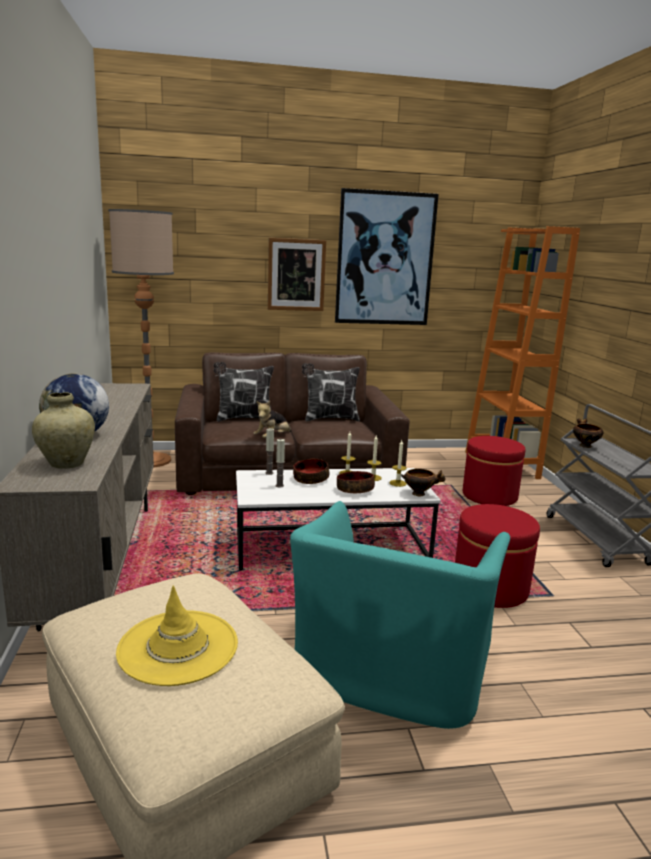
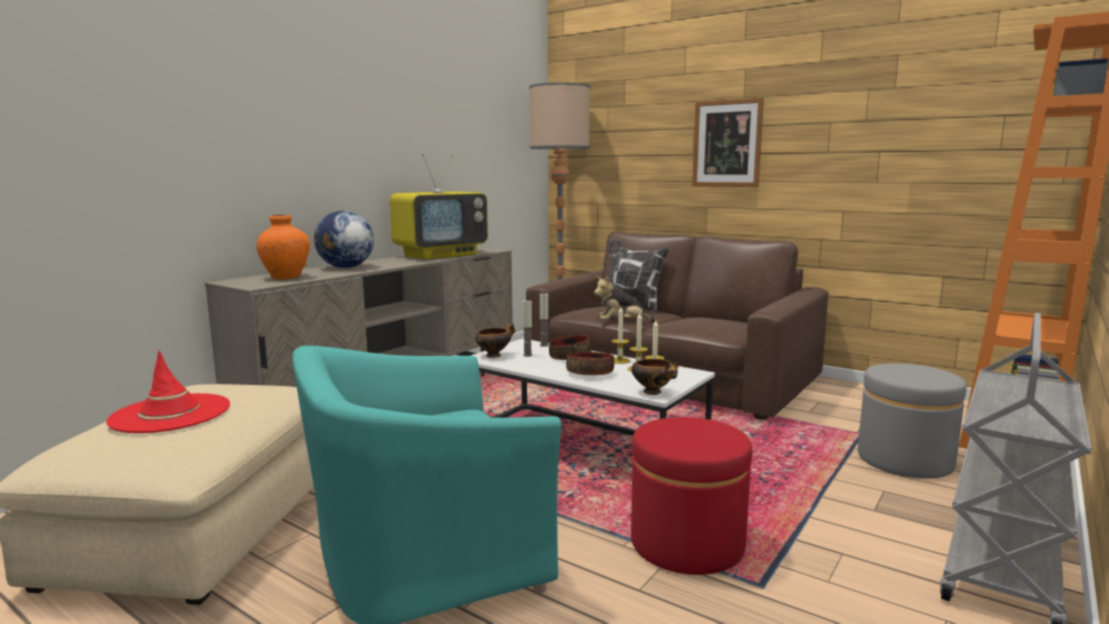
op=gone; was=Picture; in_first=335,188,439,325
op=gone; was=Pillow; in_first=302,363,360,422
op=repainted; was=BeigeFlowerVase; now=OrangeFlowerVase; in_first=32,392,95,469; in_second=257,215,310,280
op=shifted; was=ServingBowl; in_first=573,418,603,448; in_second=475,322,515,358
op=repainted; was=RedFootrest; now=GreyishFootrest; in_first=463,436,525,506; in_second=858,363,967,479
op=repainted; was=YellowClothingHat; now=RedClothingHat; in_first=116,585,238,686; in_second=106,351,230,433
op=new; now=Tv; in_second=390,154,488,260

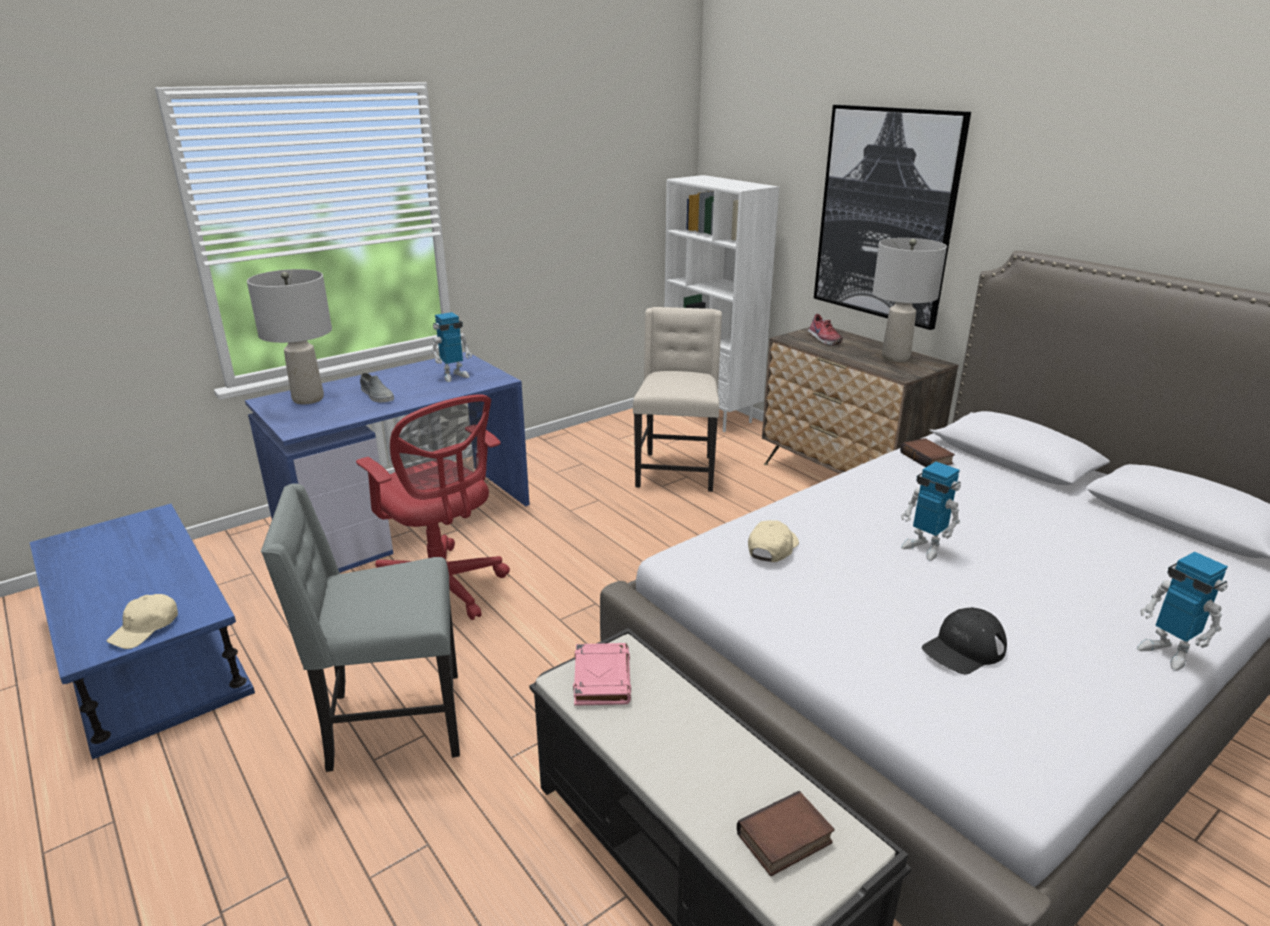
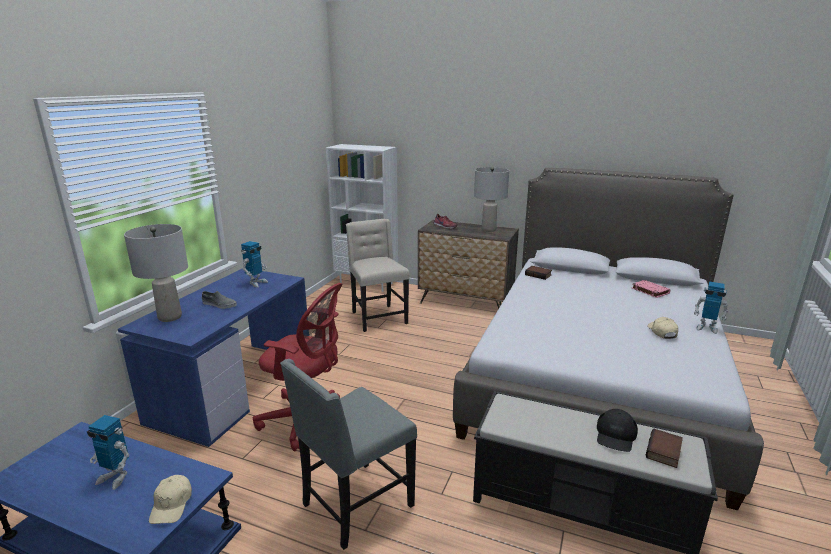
op=gone; was=Picture; in_first=814,105,971,330
op=shifted; was=ToyRobot; in_first=901,462,961,561; in_second=87,415,129,490
op=shifted; was=BeigePeakedCap; in_first=748,520,799,562; in_second=647,317,678,339
op=shifted; was=BlackColouredPeakedCap; in_first=922,607,1007,674; in_second=597,409,638,452
op=shifted; was=PinkColouredBoundBook; in_first=573,643,631,706; in_second=632,280,670,298

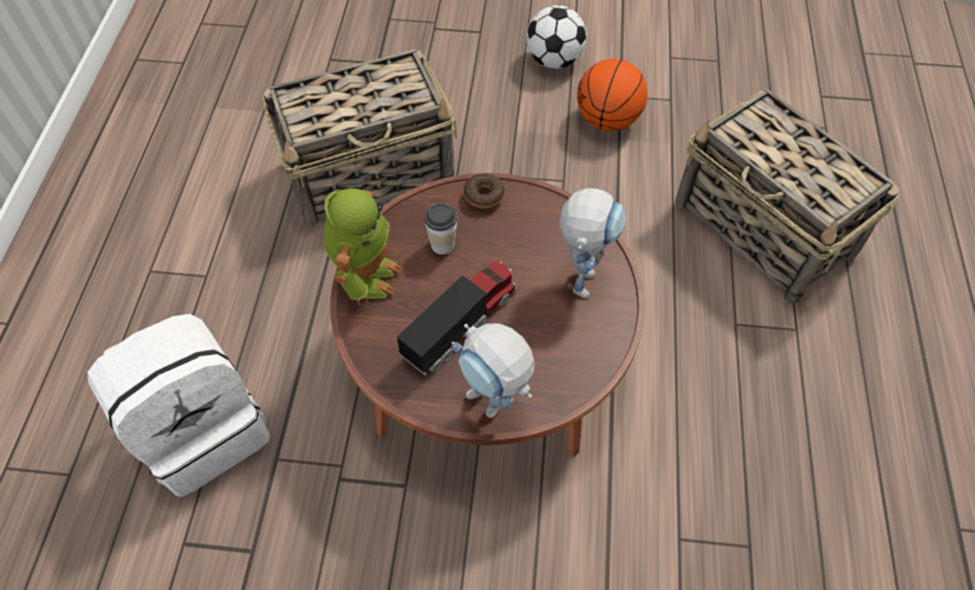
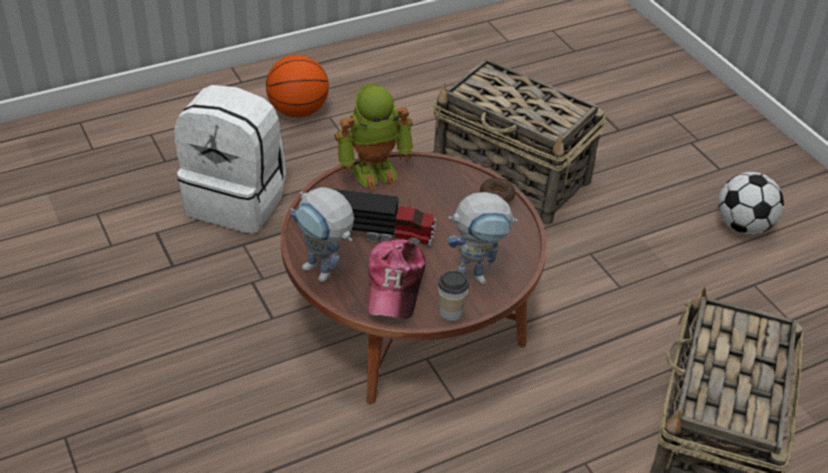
op=shifted; was=BallForBasketball; in_first=577,59,648,131; in_second=266,55,329,117
op=shifted; was=Cup; in_first=424,203,457,255; in_second=438,271,469,321
op=rotated; was=ToyRobot; in_first=451,323,535,418; in_second=290,187,354,282; clockwise=-60
op=new; now=PeakedCap; in_second=368,239,425,319

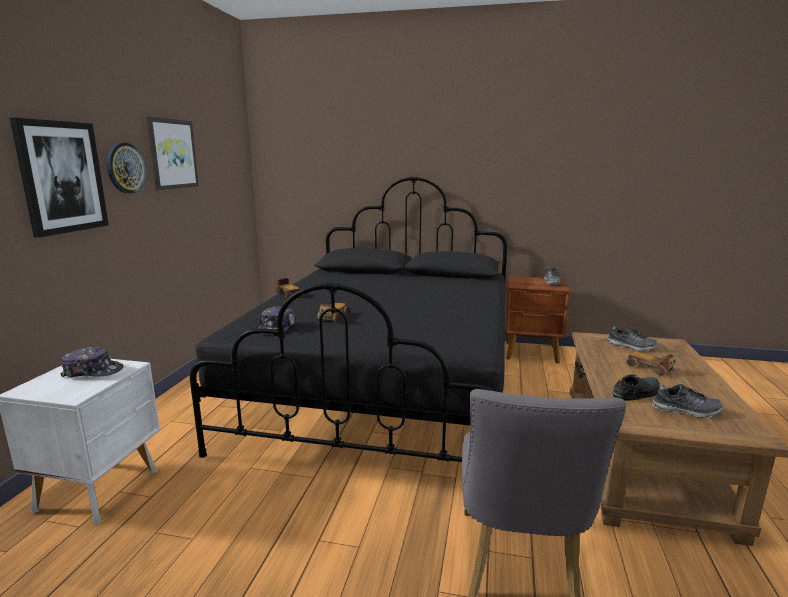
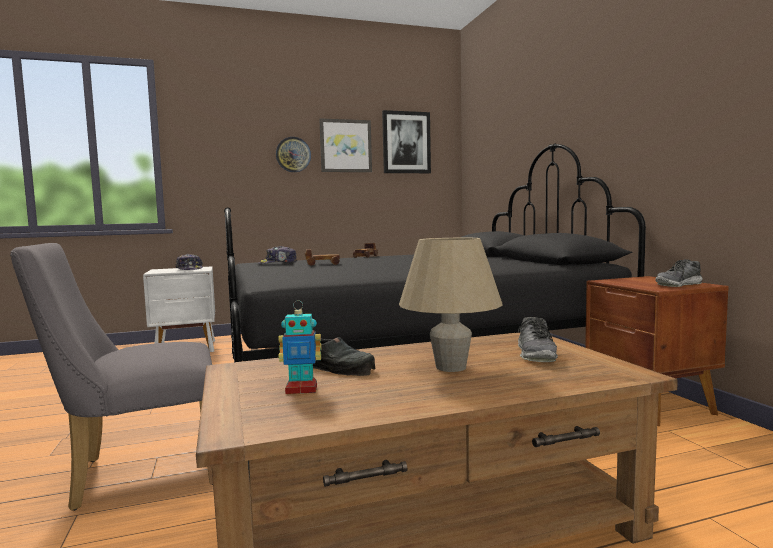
op=shifted; was=Picture; in_first=10,118,109,238; in_second=382,110,431,173
op=swapped; was=ModelCar; now=BeigeTableLamp; in_first=627,351,675,376; in_second=399,238,502,372
op=swapped; was=Shoe; now=ToyRobot; in_first=652,384,723,418; in_second=278,300,322,394

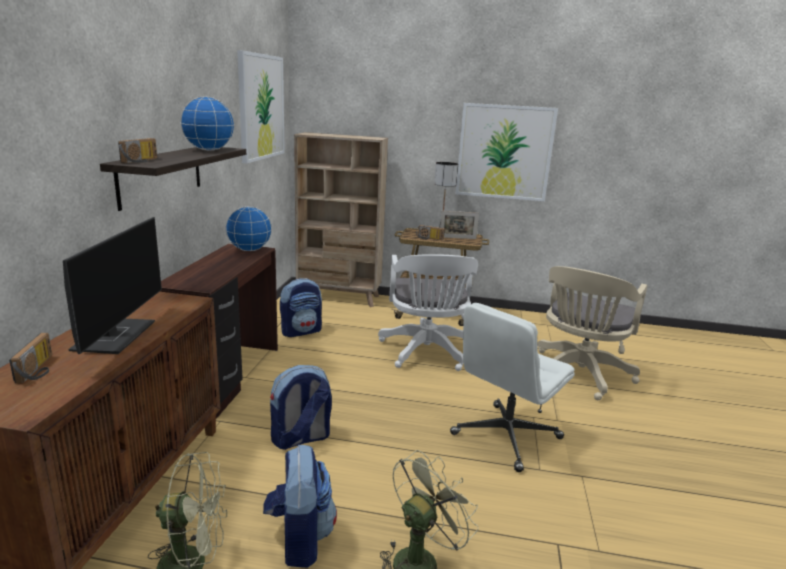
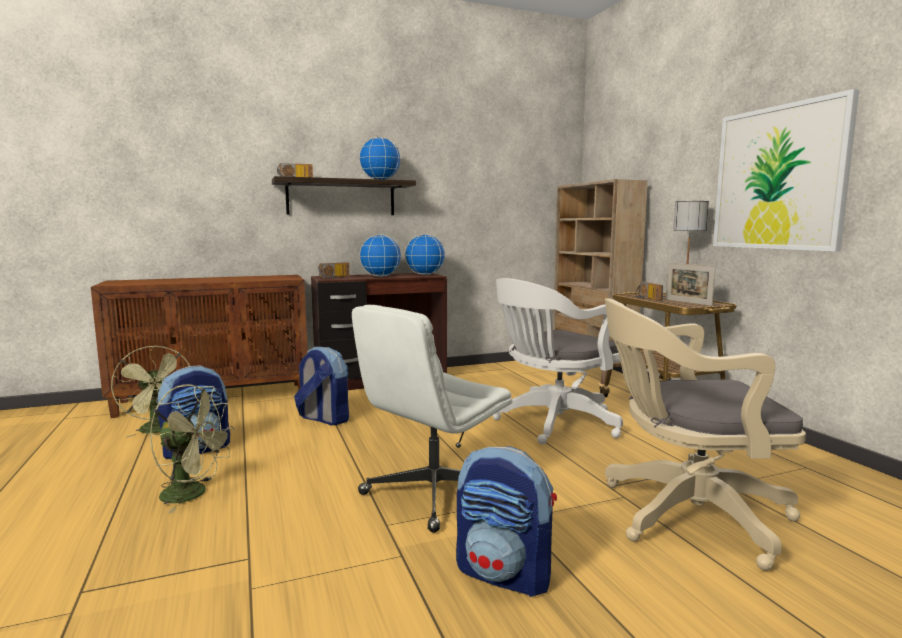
op=gone; was=Picture; in_first=237,50,285,163
op=gone; was=Monitor; in_first=63,217,162,354
op=shifted; was=Knapsack; in_first=280,278,322,337; in_second=456,446,557,597
op=rotated; was=WhiteComputerChair; in_first=450,303,575,472; in_second=352,305,513,533; clockwise=-60
op=shifted; was=RadioSet; in_first=9,333,52,383; in_second=318,262,349,278
op=new; now=WorldGlobe; in_second=360,235,402,277

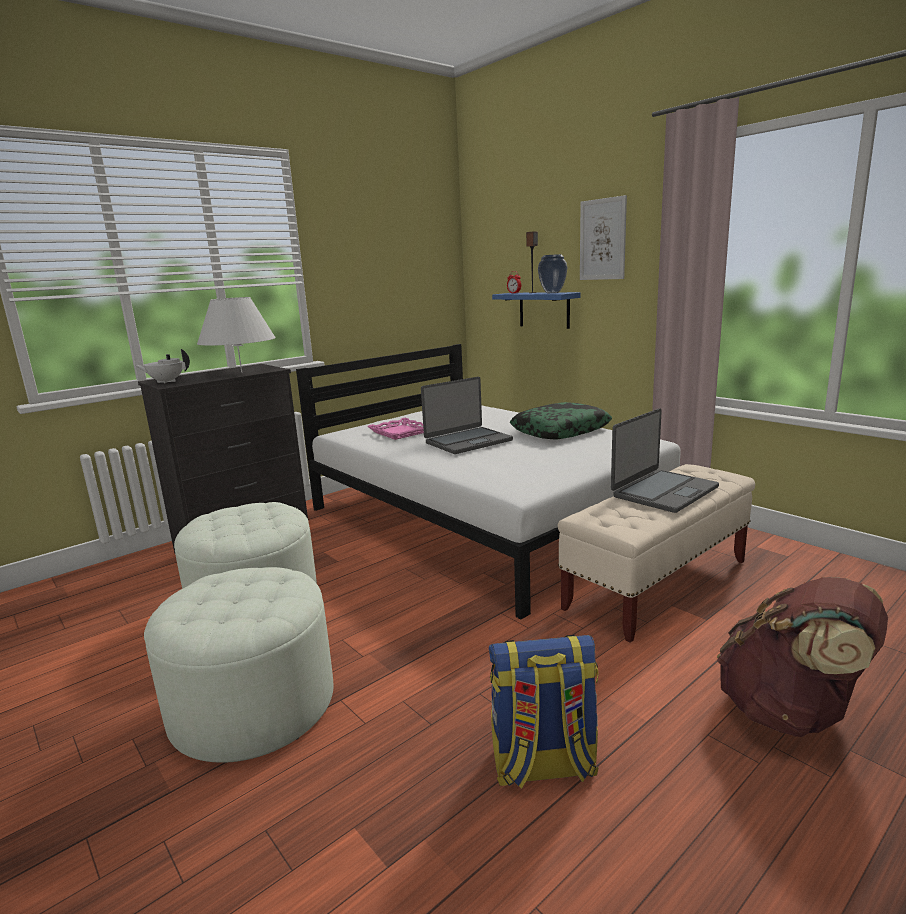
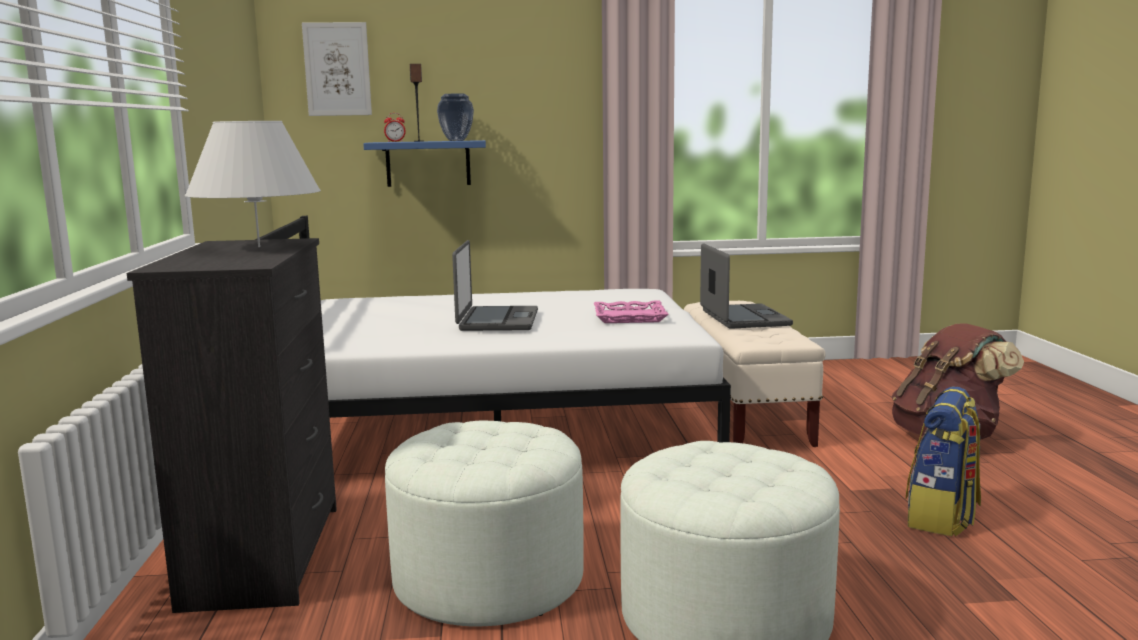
op=shifted; was=Picture; in_first=580,195,627,280; in_second=302,22,372,116
op=gone; was=WhitePotForTea; in_first=135,349,190,384
op=gone; was=Pillow; in_first=510,402,612,439
op=shifted; was=PinkColouredCarryingTray; in_first=367,418,424,440; in_second=594,301,669,323

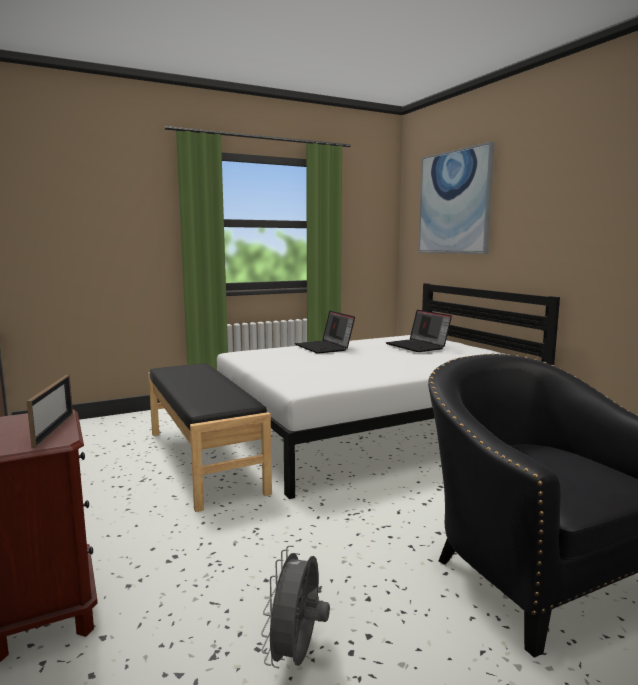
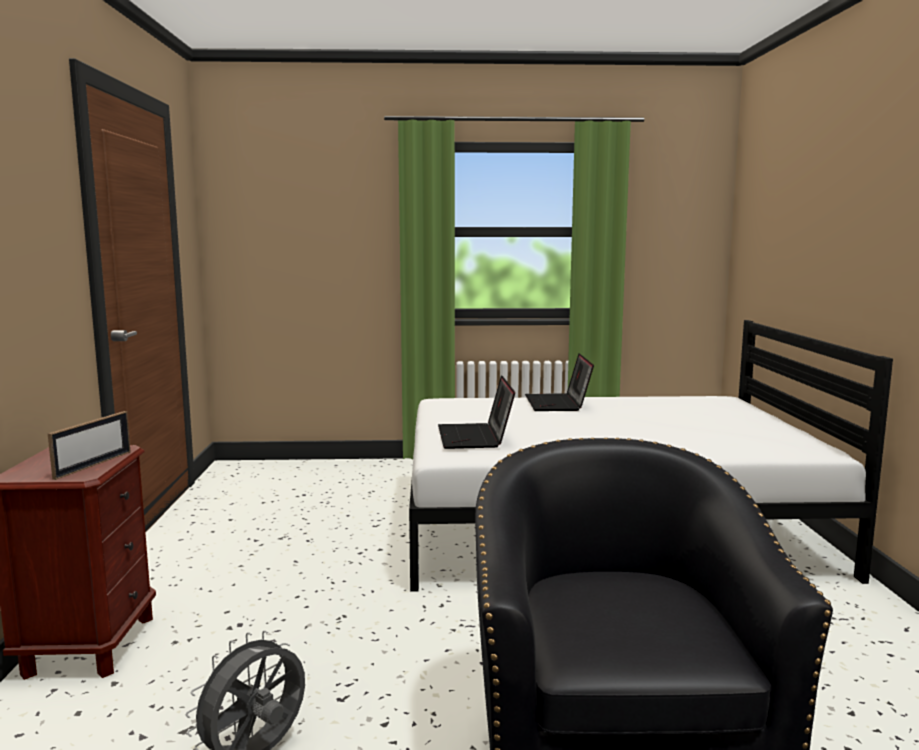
op=gone; was=Picture; in_first=418,142,495,254
op=shifted; was=PortableComputer; in_first=386,310,452,352; in_second=438,375,515,449
op=gone; was=BlackColouredLongSeat; in_first=148,363,272,512

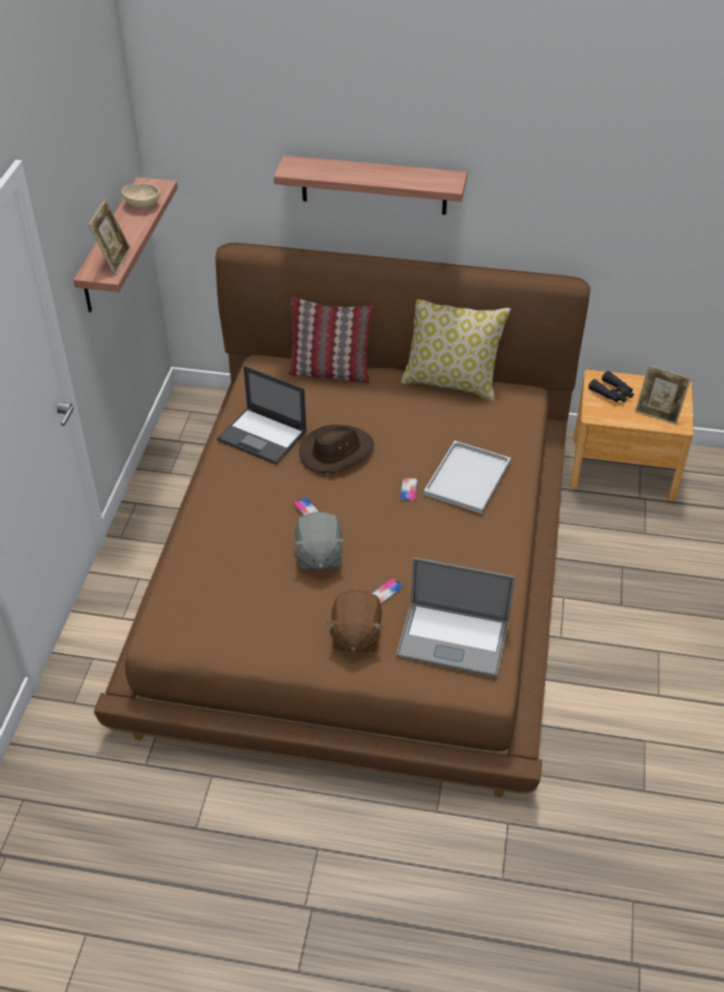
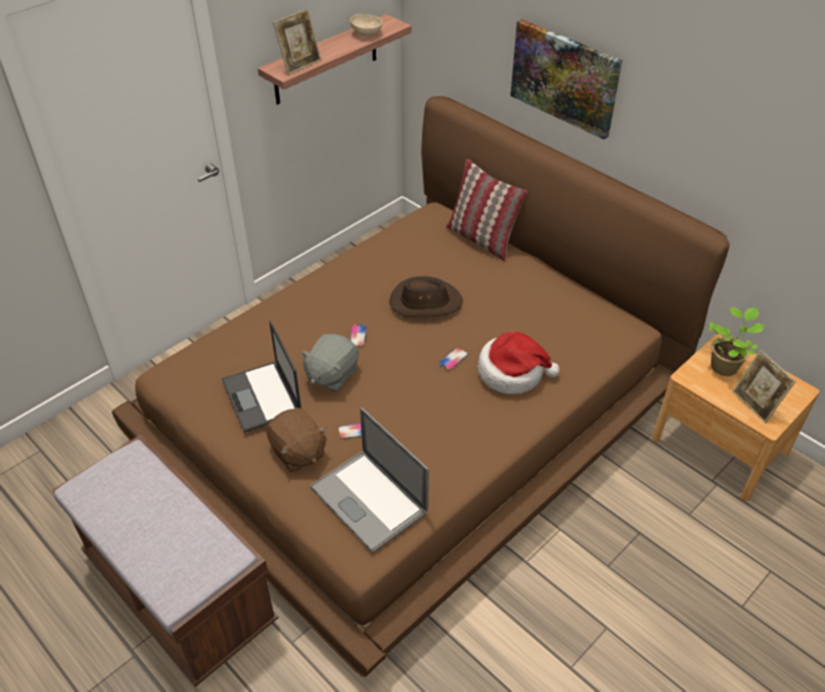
op=swapped; was=Shelf; now=Picture; in_first=274,155,467,215; in_second=510,19,622,139
op=gone; was=Pillow; in_first=401,299,511,401
op=shifted; was=PortableComputer; in_first=217,366,307,464; in_second=222,320,301,432
op=swapped; was=BlackColouredBinoculars; now=Houseplant; in_first=588,371,634,402; in_second=708,307,764,376
op=swapped; was=WhiteCarryingTray; now=ClothingHat; in_first=424,441,511,514; in_second=478,332,560,394
op=rotated; was=BrownishSoftToy; in_first=327,590,383,653; in_second=266,408,327,472; clockwise=-75
op=new; now=BrownishLongSeat; in_second=52,434,279,687

